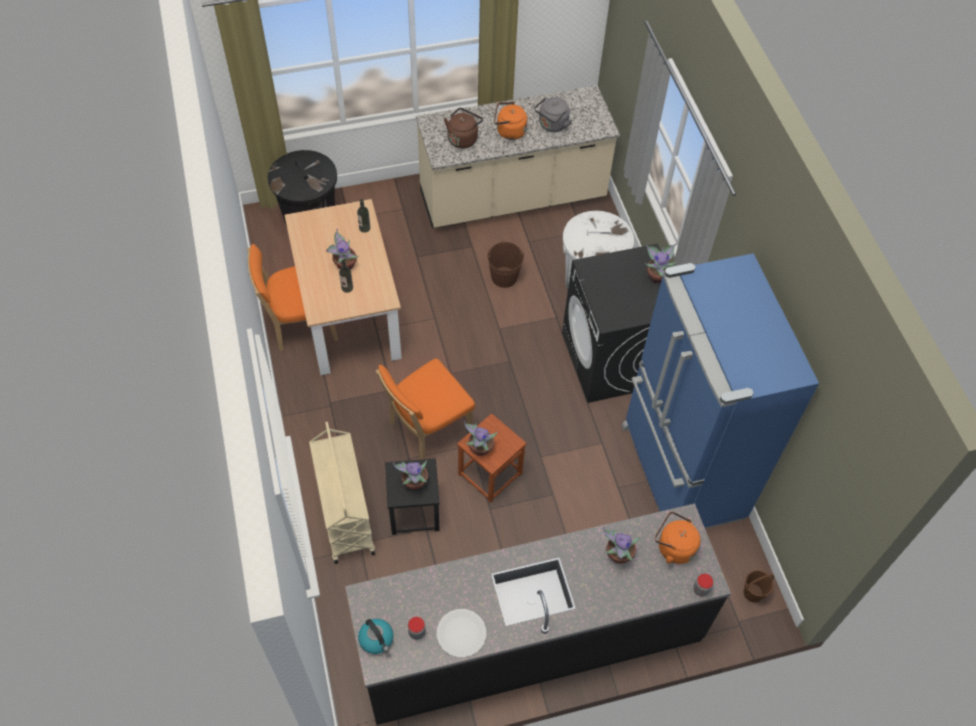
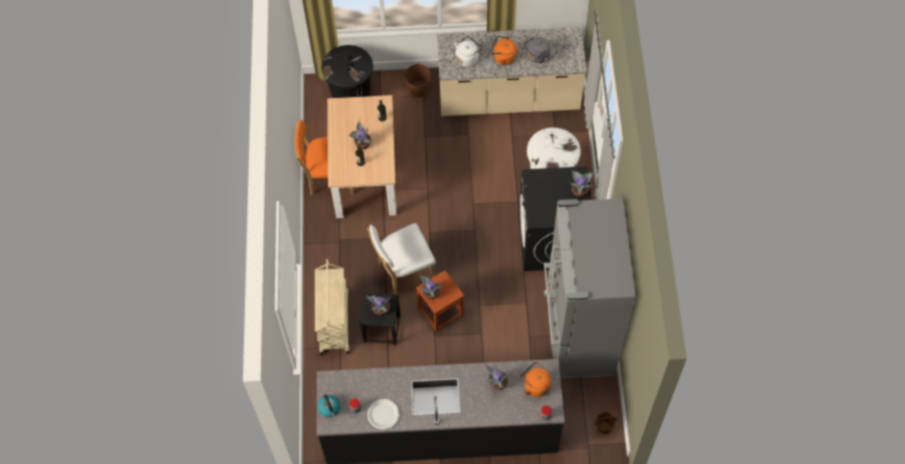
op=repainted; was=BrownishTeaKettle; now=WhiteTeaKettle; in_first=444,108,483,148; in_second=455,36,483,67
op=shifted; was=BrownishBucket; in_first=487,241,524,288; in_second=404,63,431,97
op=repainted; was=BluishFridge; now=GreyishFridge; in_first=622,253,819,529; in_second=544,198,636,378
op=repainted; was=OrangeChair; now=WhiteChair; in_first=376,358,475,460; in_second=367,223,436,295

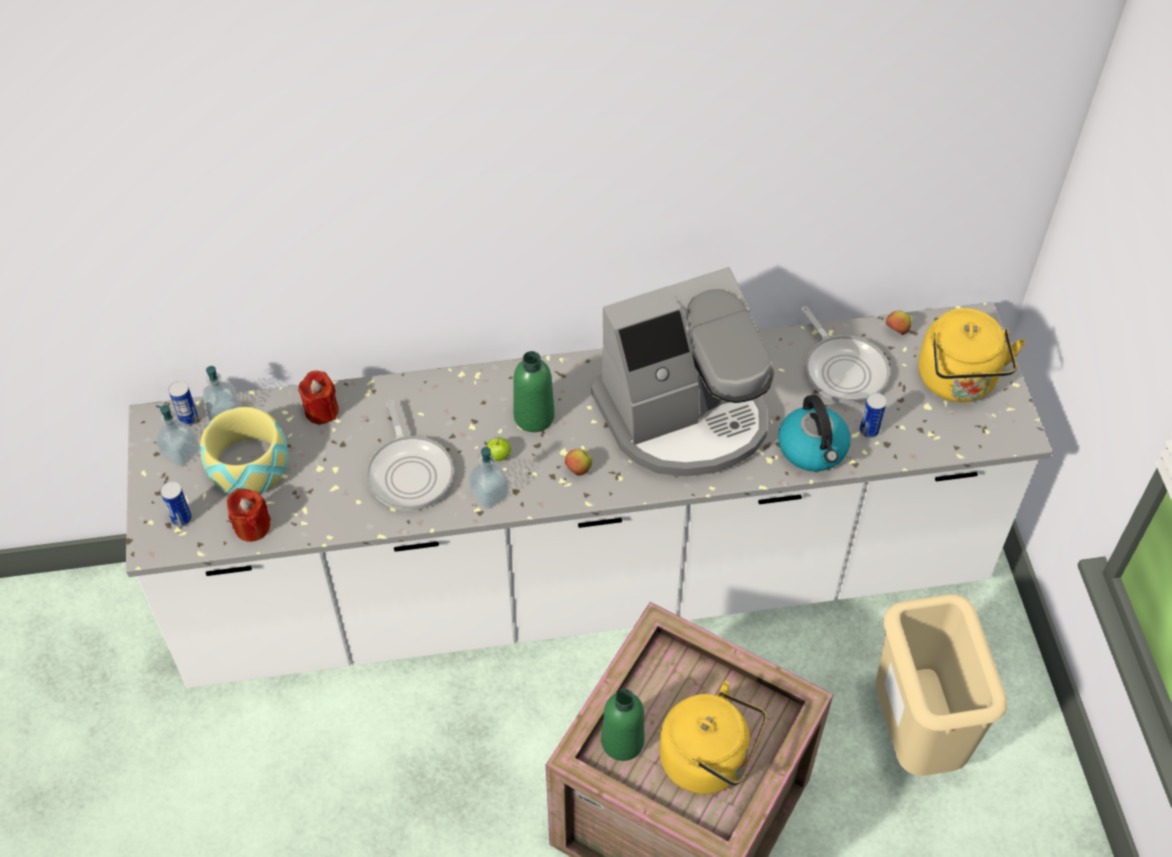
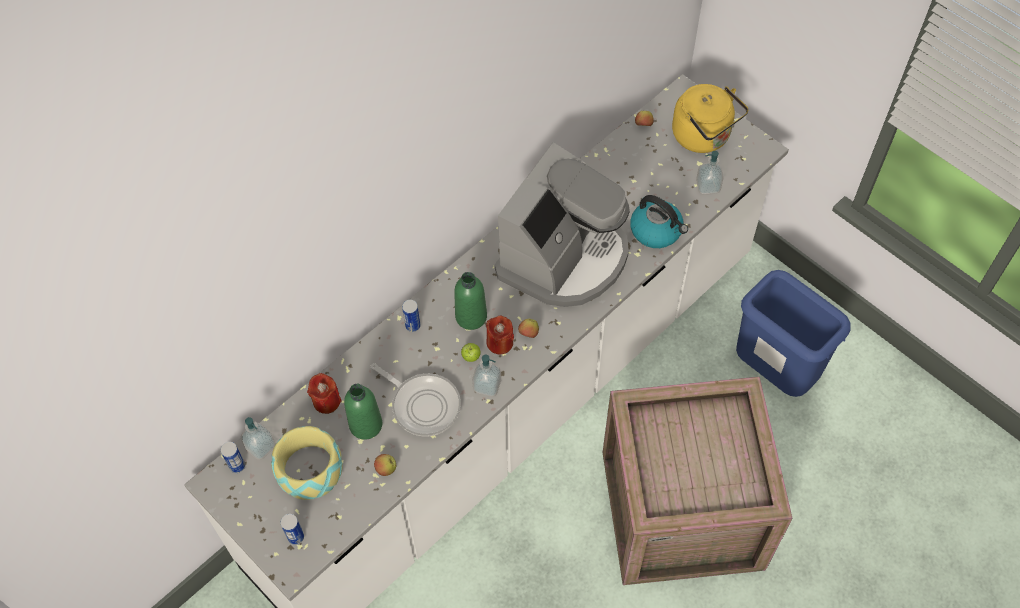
op=gone; was=Pan; in_first=801,306,890,404
op=shifted; was=SealedCan; in_first=860,393,887,438; in_second=402,300,420,332
op=shifted; was=SoapDispenser; in_first=155,405,199,466; in_second=696,151,723,194
op=shifted; was=RedCandle; in_first=227,488,271,542; in_second=486,316,514,354
op=repainted; was=BeigeWasteBin; now=BluishWasteBin; in_first=876,594,1008,776; in_second=736,270,851,397
op=gone; was=YellowTeaKettle; in_first=659,681,766,794
op=shifted; was=GreenColouredDrinkBottle; in_first=601,689,644,761; in_second=344,384,382,440
op=new; now=AppleFruit; in_second=374,454,396,476

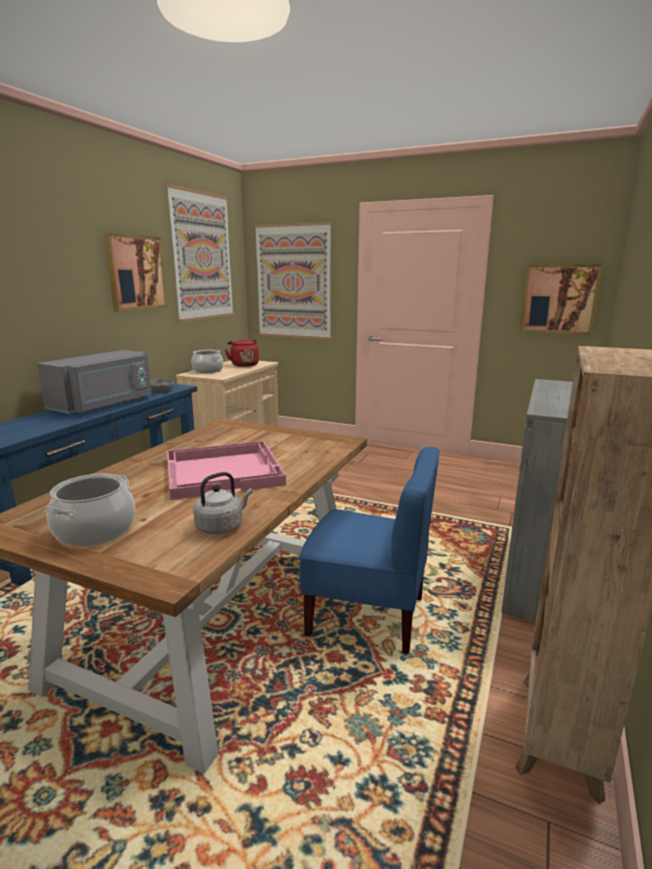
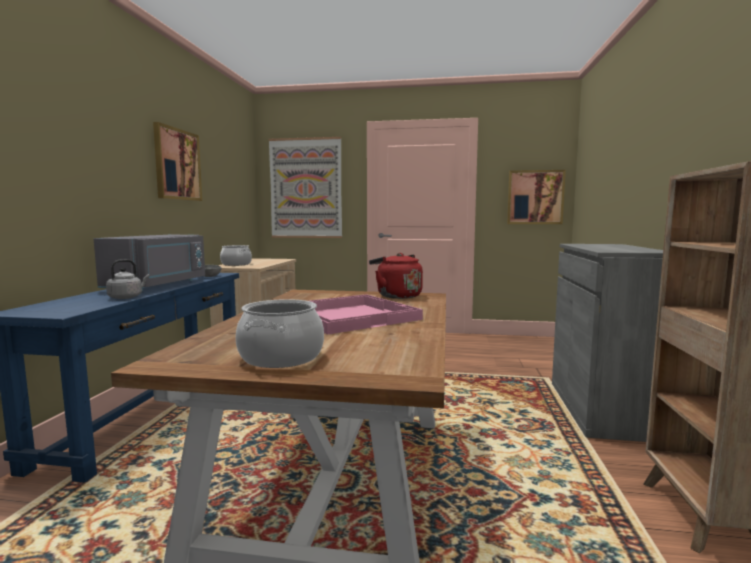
op=gone; was=Picture; in_first=166,184,234,322
op=shifted; was=RedTeaKettle; in_first=225,338,259,367; in_second=369,253,423,299
op=gone; was=BluishChair; in_first=300,447,440,654
op=shifted; was=GreyishTeaKettle; in_first=193,472,252,534; in_second=106,259,149,299

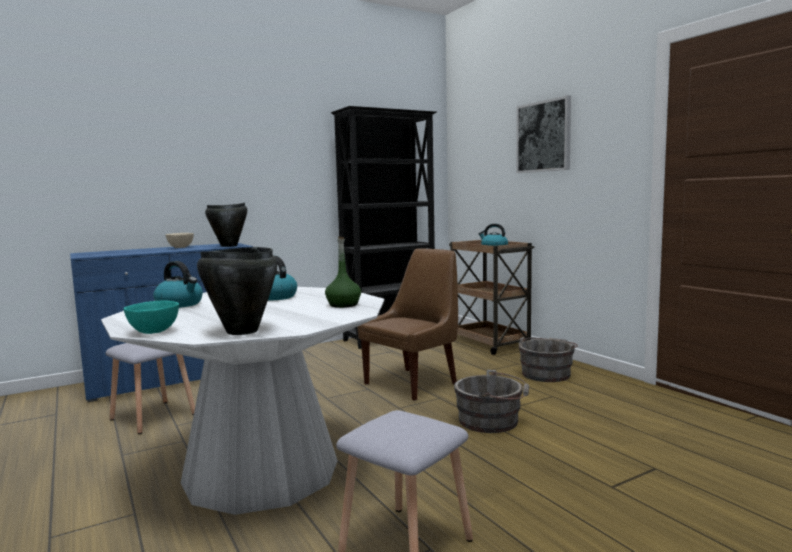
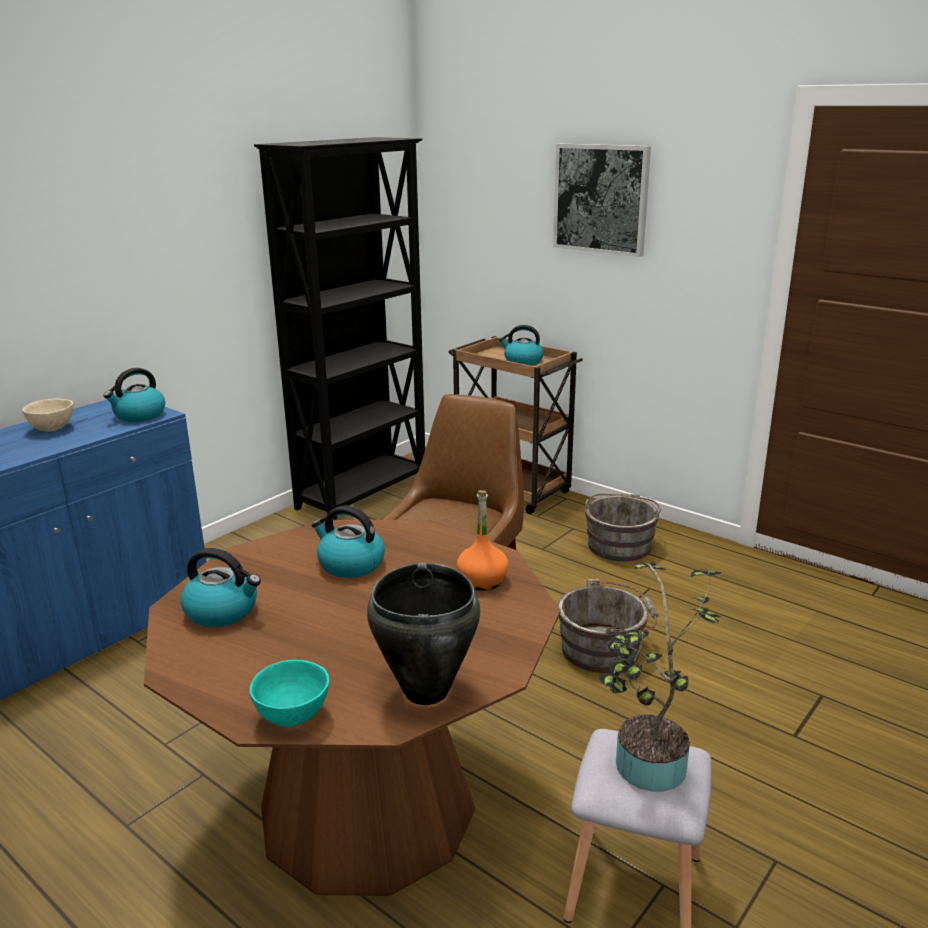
op=swapped; was=BlackColouredSaucepot; now=TeaKettle; in_first=205,203,247,247; in_second=103,368,165,422
op=repainted; was=GreenColouredDrinkBottle; now=OrangeDrinkBottle; in_first=325,236,361,308; in_second=457,490,509,591
op=repainted; was=WhiteDinnerTable; now=BrownishDinnerTable; in_first=101,287,384,515; in_second=144,520,561,896
op=gone; was=GreyishSittingStool; in_first=105,343,195,434
op=new; now=Houseplant; in_second=598,563,721,792

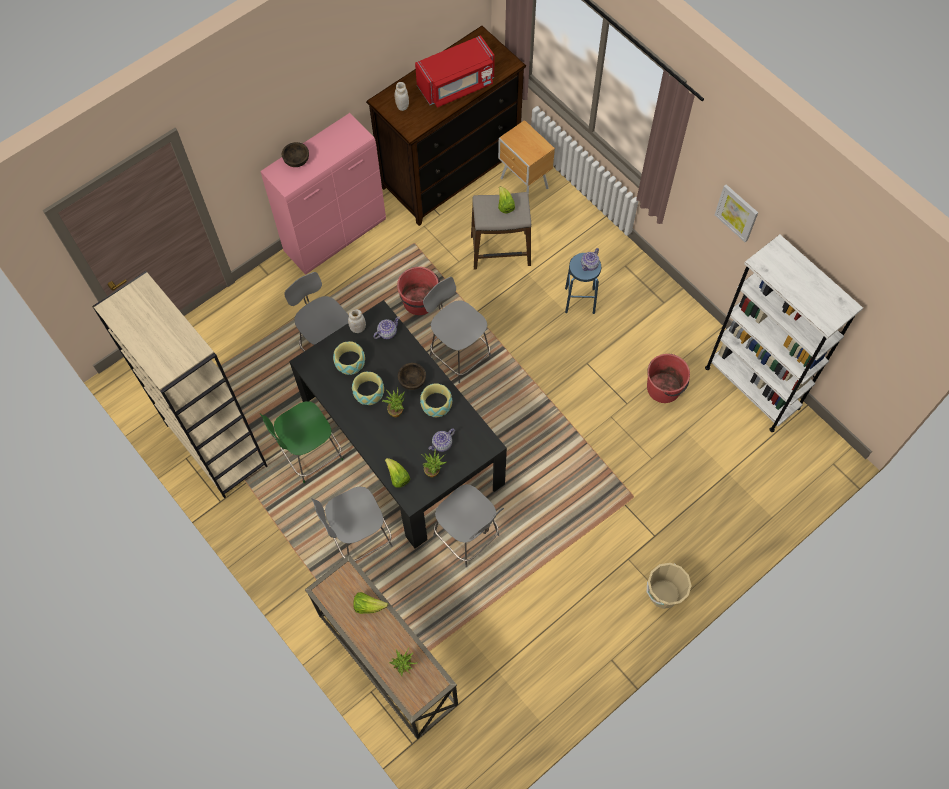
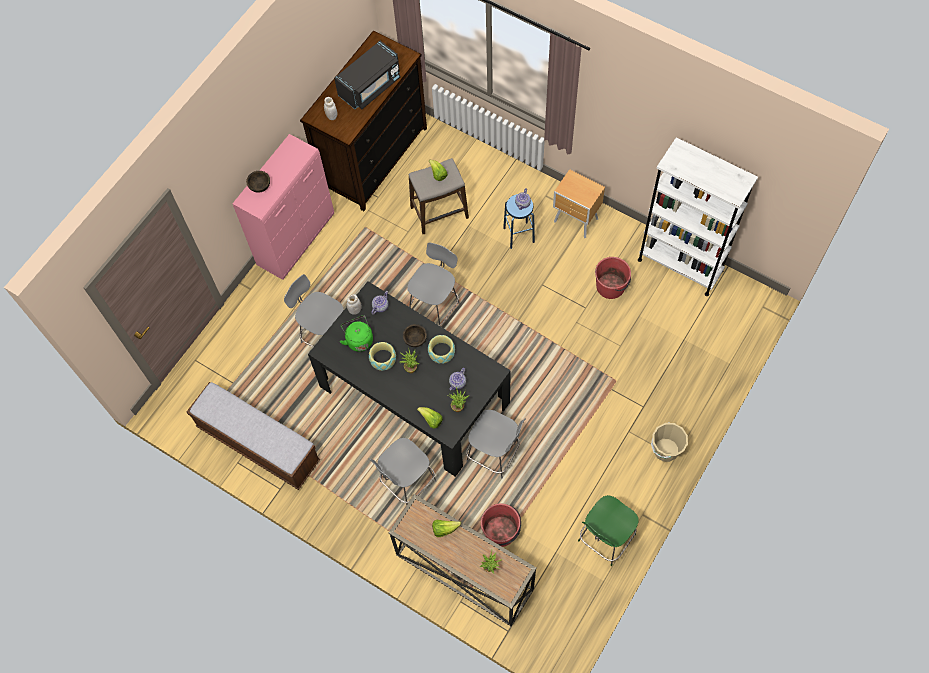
op=repainted; was=RedKitchenMicrowave; now=BlackColouredKitchenMicrowave; in_first=415,35,495,108; in_second=334,41,401,109
op=shifted; was=BrownishNightstand; in_first=498,120,555,196; in_second=553,169,605,238
op=gone; was=Picture; in_first=715,184,758,242
op=shifted; was=RedBucket; in_first=397,267,440,315; in_second=481,504,521,547
op=swapped; was=BeigeBookshelf; now=LongSeat; in_first=92,271,267,498; in_second=186,382,320,490
op=rotated; was=GreyishChair; in_first=423,277,491,383; in_second=407,242,459,327; clockwise=90
op=swapped; was=ServingBowl; now=GreenColouredTeaKettle; in_first=333,341,365,375; in_second=340,315,373,352
op=shifted; was=GreenColouredChair; in_first=259,401,343,483; in_second=578,495,639,566

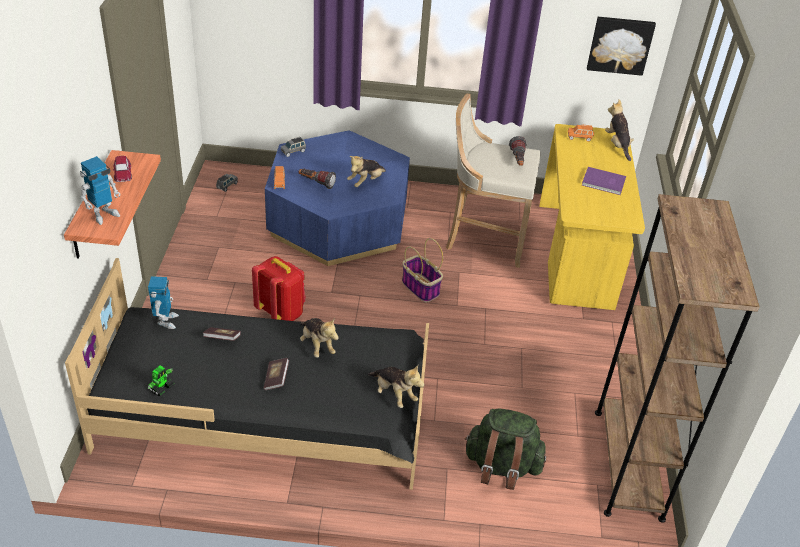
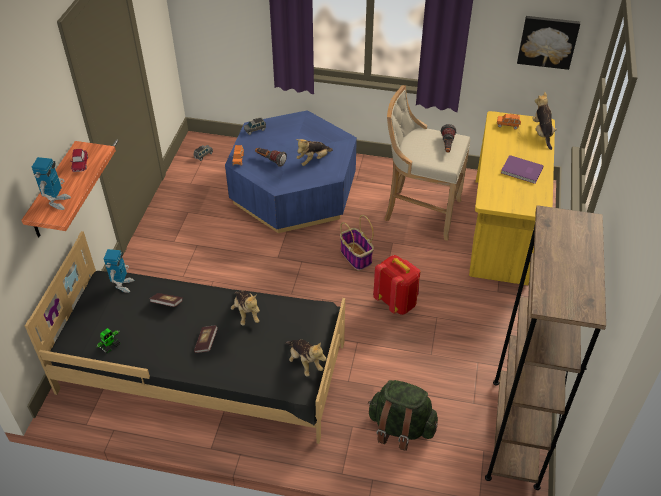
op=rotated; was=ToyRobot; in_first=80,156,120,225; in_second=32,157,71,210; clockwise=-45
op=shifted; was=RedKnapsack; in_first=252,256,306,321; in_second=373,255,420,315

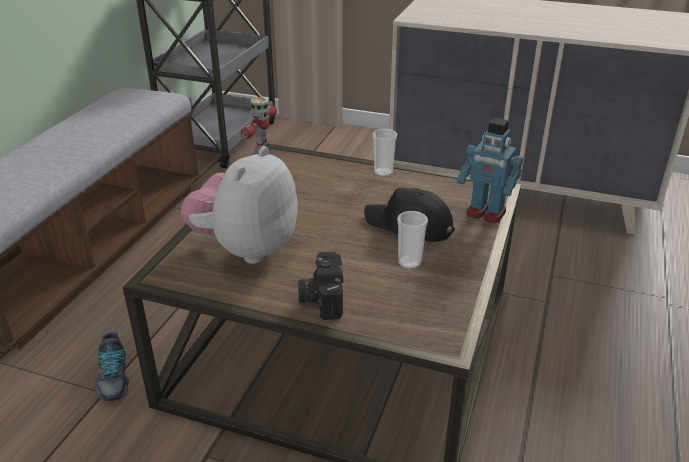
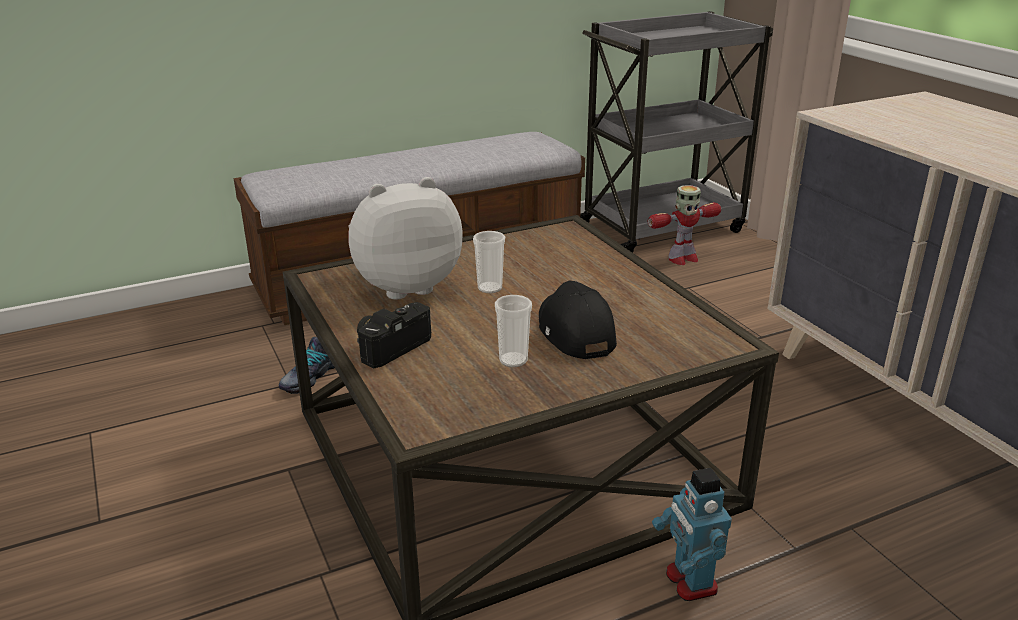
op=shifted; was=ToyRobot; in_first=457,118,523,223; in_second=652,468,732,601
op=shifted; was=Cup; in_first=373,129,397,177; in_second=473,231,505,293

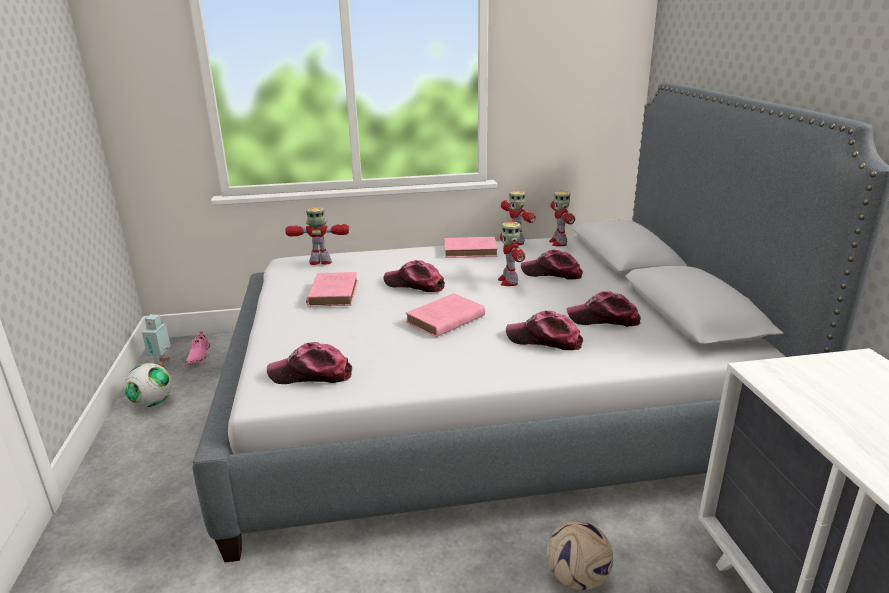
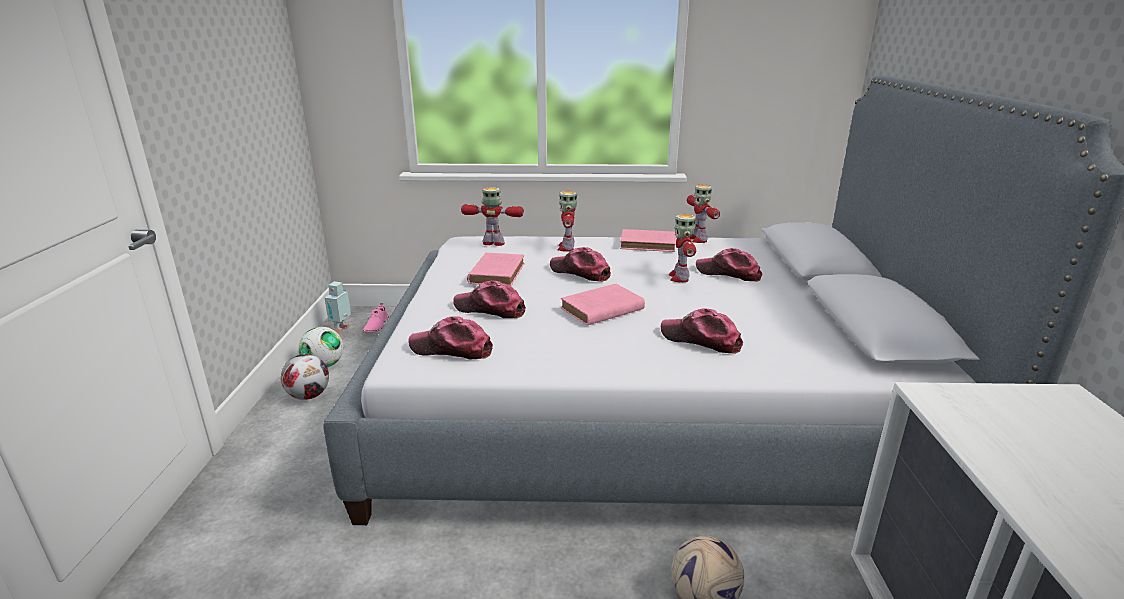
op=shifted; was=ToyRobot; in_first=549,191,575,246; in_second=558,191,577,252
op=shifted; was=PeakedCap; in_first=567,291,641,327; in_second=453,281,526,318
op=new; now=BallForFootball; in_second=281,354,329,400

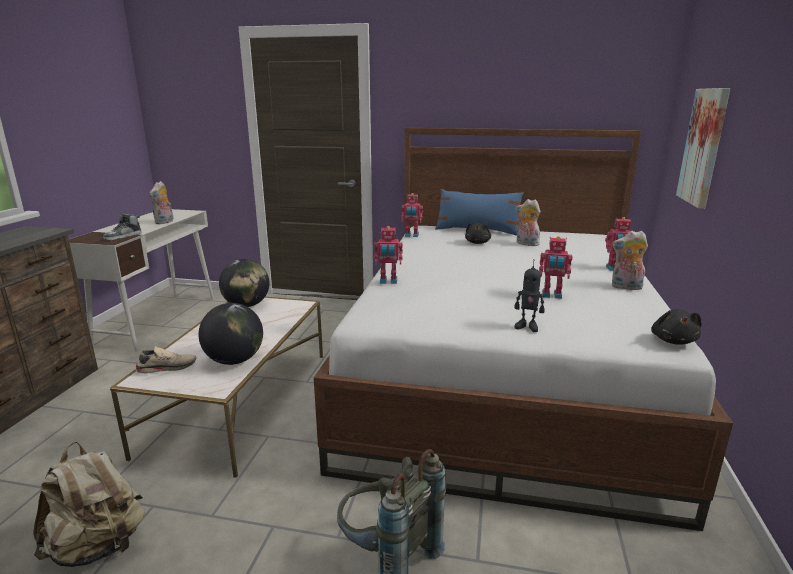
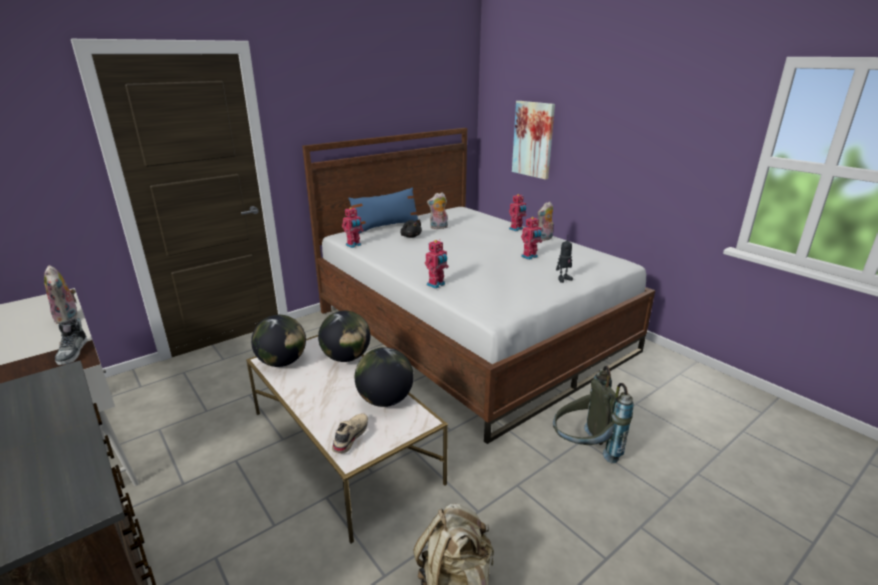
op=gone; was=BlackColouredSoftToy; in_first=651,309,702,345
op=new; now=WorldGlobe; in_second=318,311,370,362

